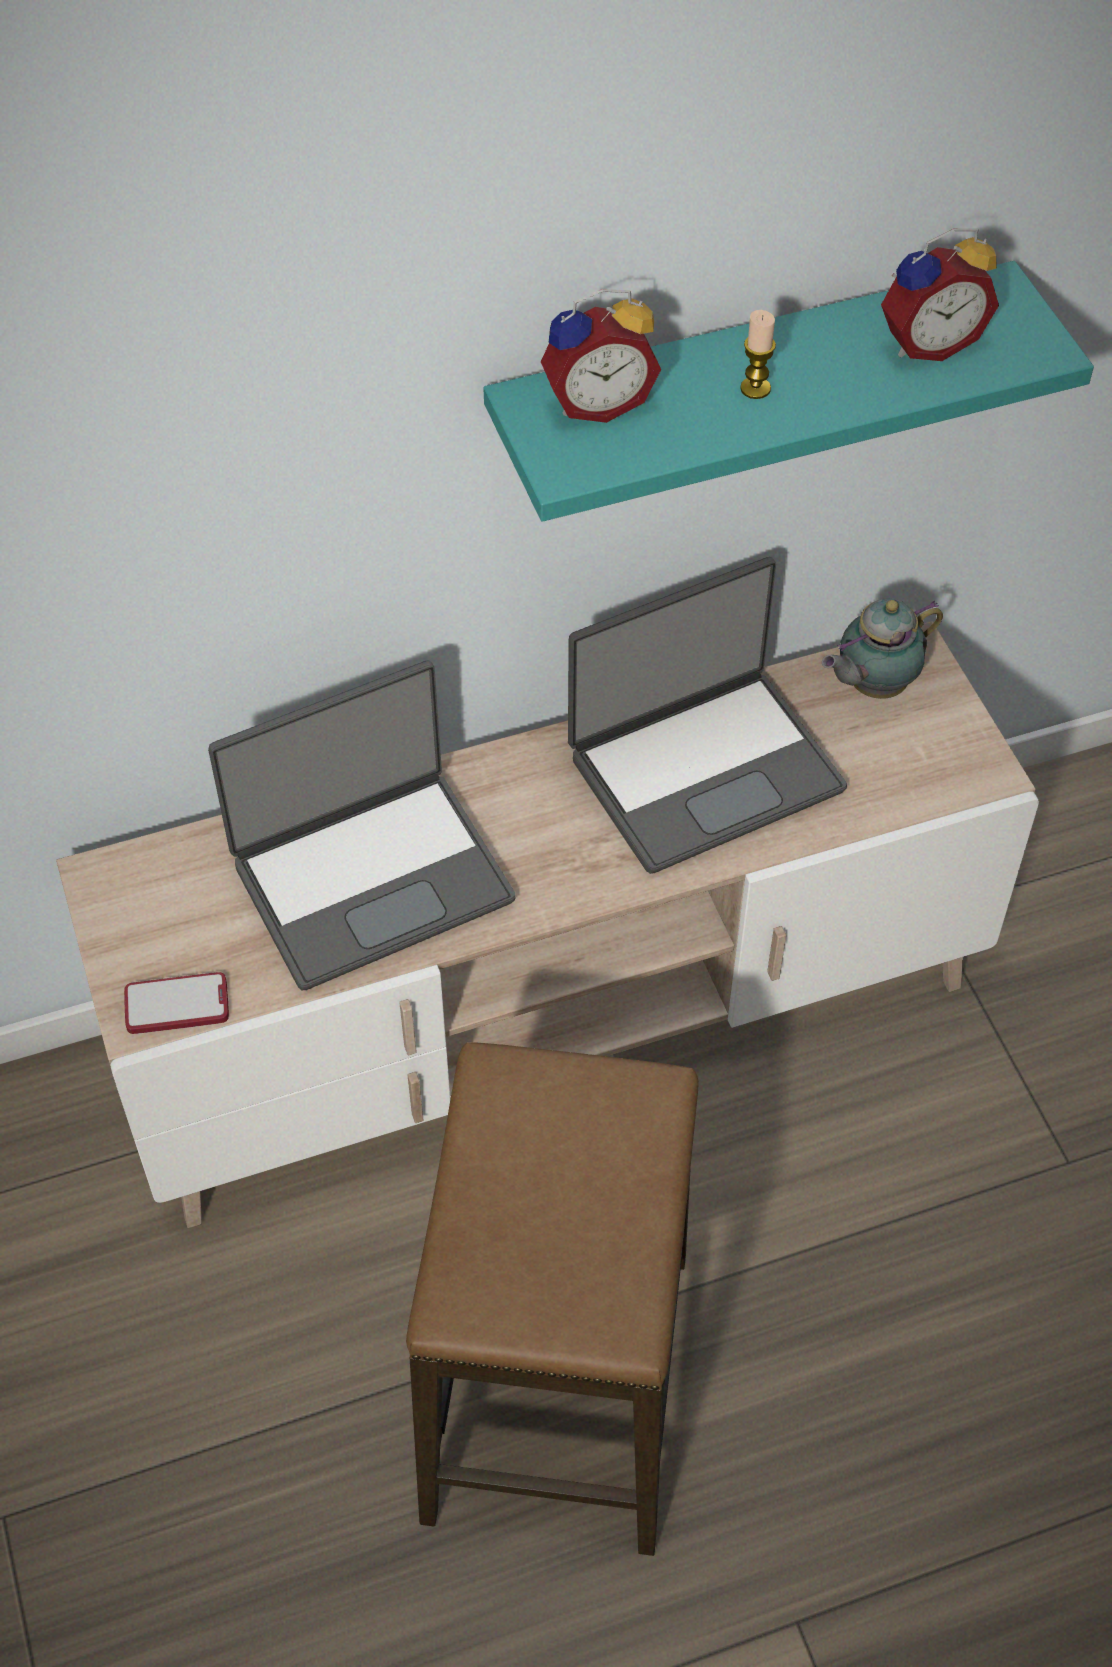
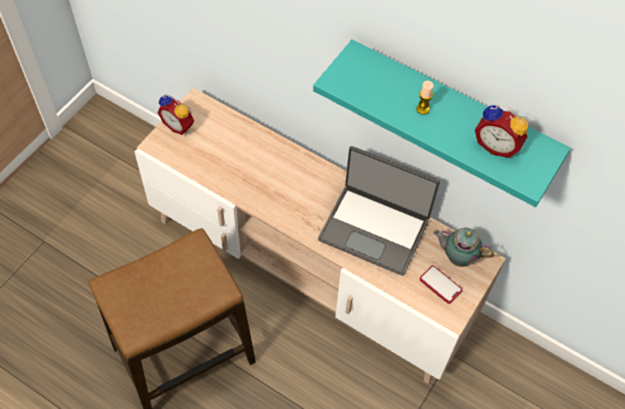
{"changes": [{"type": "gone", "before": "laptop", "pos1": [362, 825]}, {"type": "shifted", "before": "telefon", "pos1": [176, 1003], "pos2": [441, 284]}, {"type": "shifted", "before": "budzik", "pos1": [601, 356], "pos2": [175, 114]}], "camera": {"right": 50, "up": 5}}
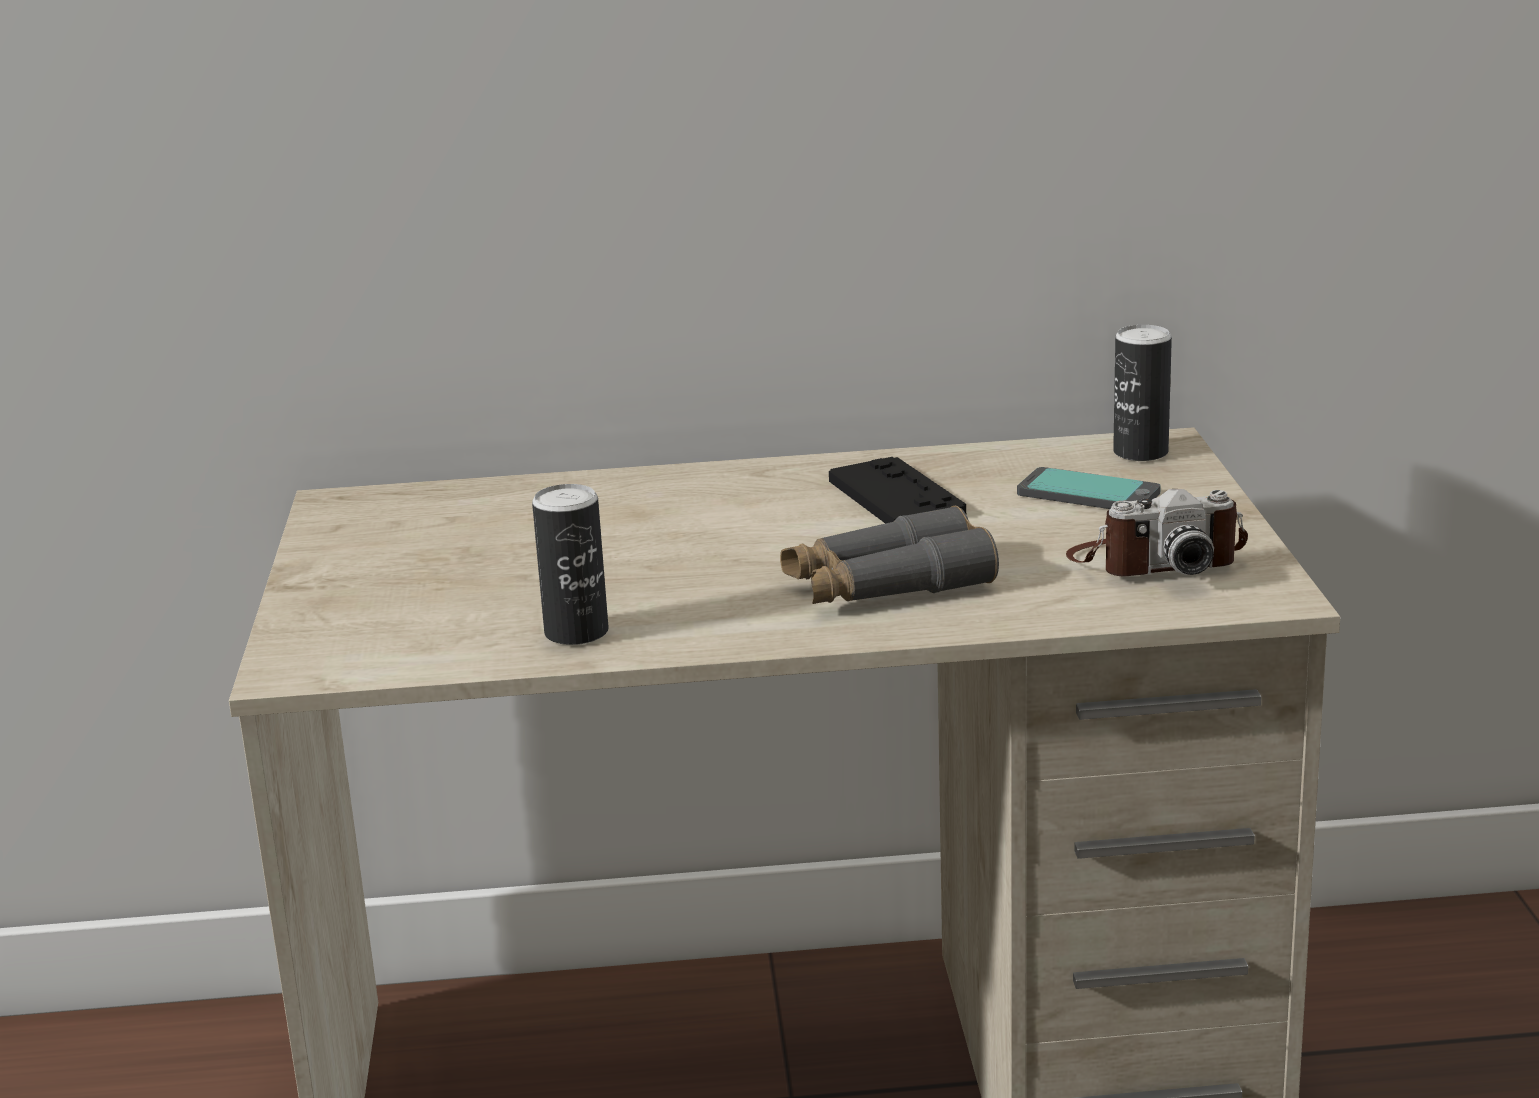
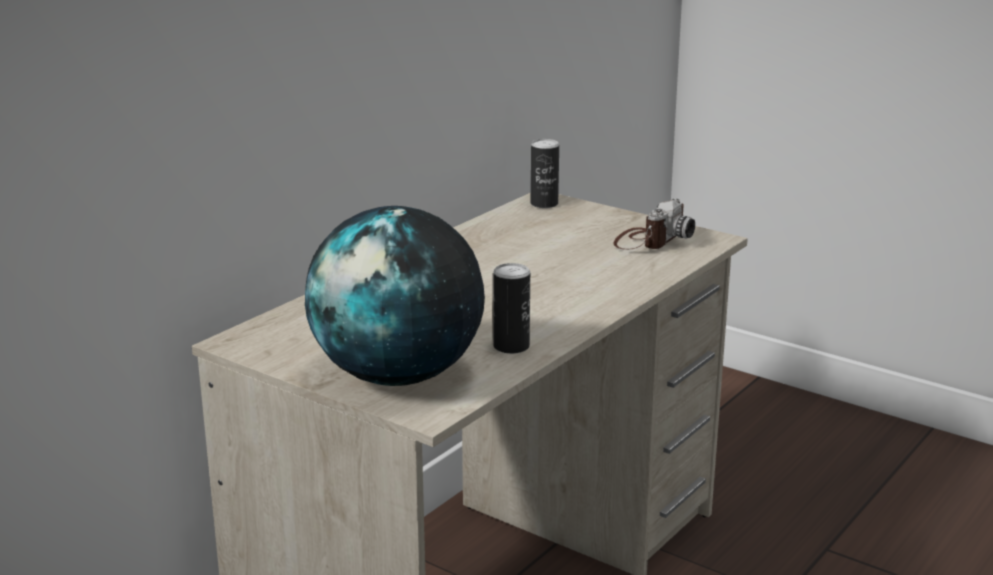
{"changes": [{"type": "gone", "before": "lornetka [szary]", "pos1": [889, 554]}, {"type": "gone", "before": "pad do gier [czarny]", "pos1": [897, 490]}, {"type": "gone", "before": "telefon", "pos1": [1089, 488]}, {"type": "new", "after": "globus", "pos2": [395, 296]}], "camera": {"right": -50, "up": 0}}
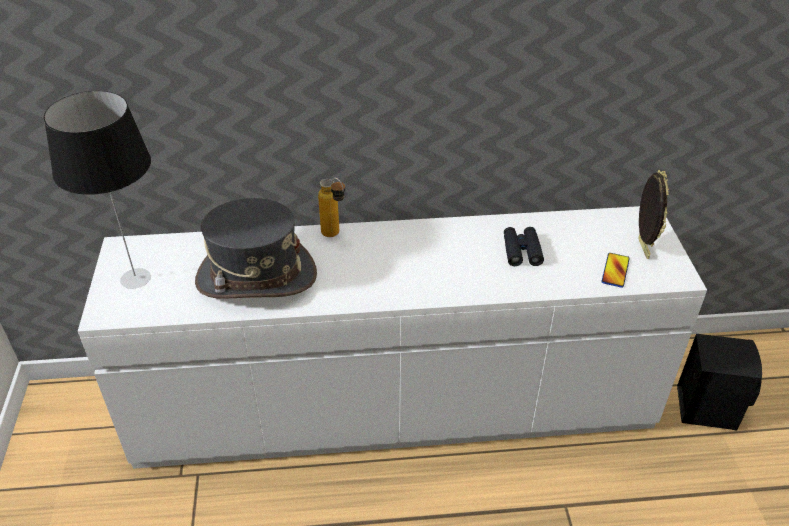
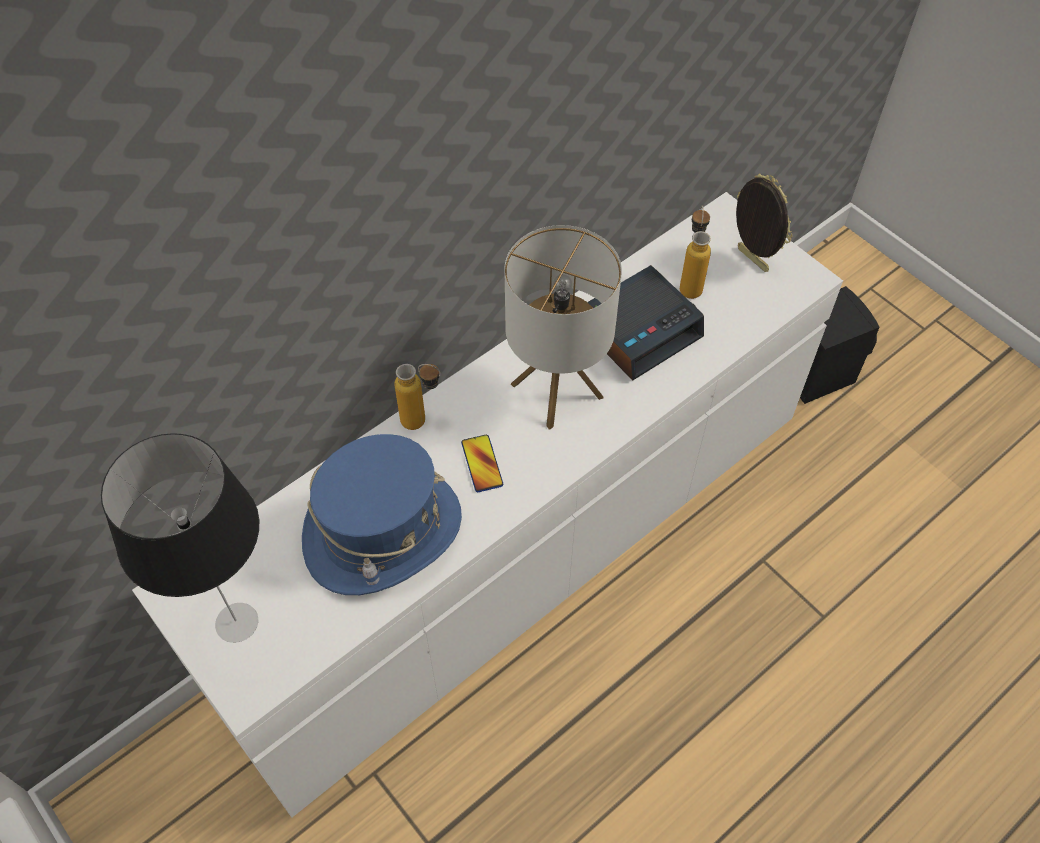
{"changes": [{"type": "new", "after": "lampa stołowa", "pos2": [563, 327]}, {"type": "new", "after": "butelka", "pos2": [695, 252]}, {"type": "shifted", "before": "telefon", "pos1": [615, 270], "pos2": [482, 463]}, {"type": "swapped", "before": "lornetka [czarny]", "after": "budzik", "pos1": [524, 246], "pos2": [646, 323]}, {"type": "repainted", "before": "kapelusz [szary]", "after": "kapelusz [niebieski]", "pos1": [256, 248], "pos2": [382, 514]}], "camera": {"right": -35, "up": 15}}
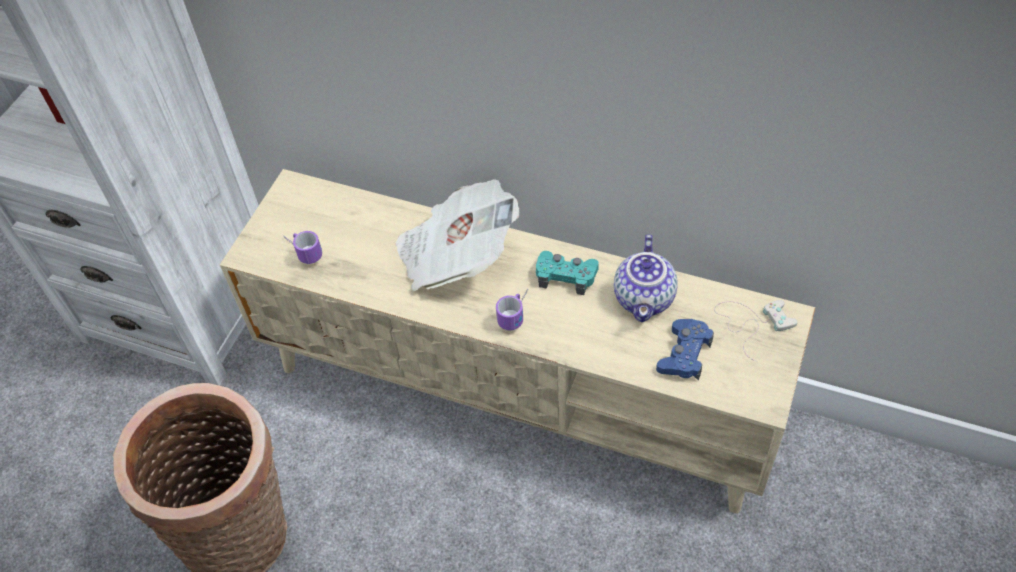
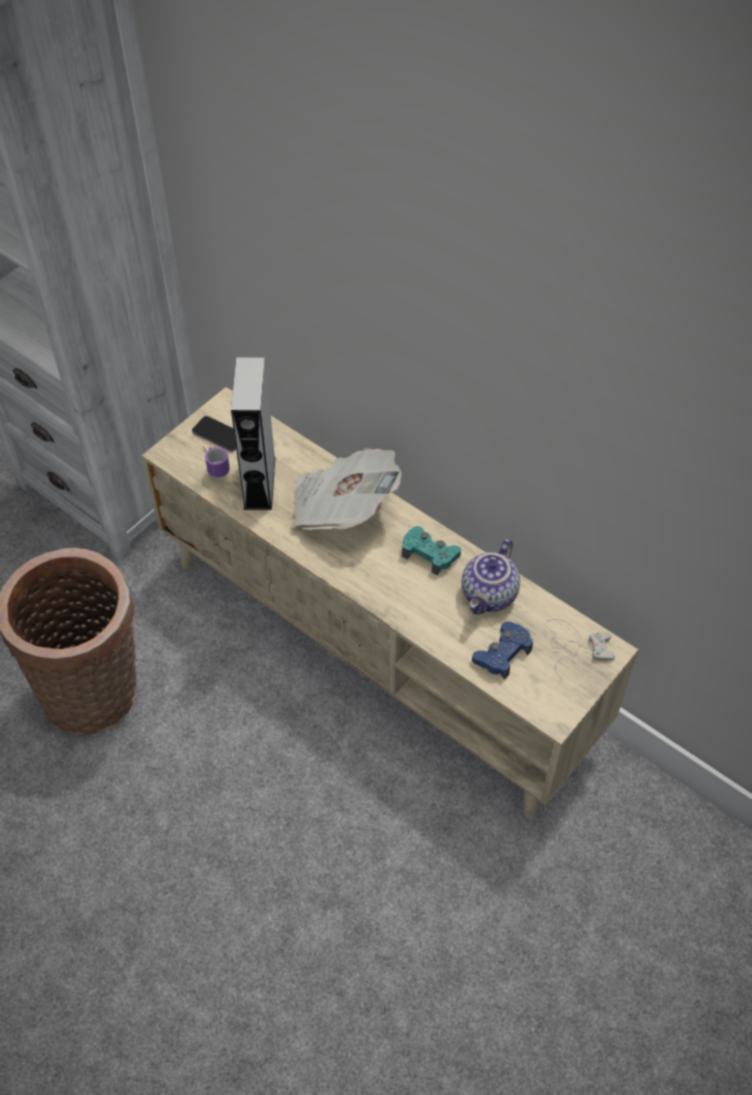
{"changes": [{"type": "gone", "before": "kubek", "pos1": [512, 309]}, {"type": "new", "after": "telefon", "pos2": [214, 434]}, {"type": "new", "after": "głośnik [szary]", "pos2": [253, 433]}], "camera": {"right": 15, "up": 0}}
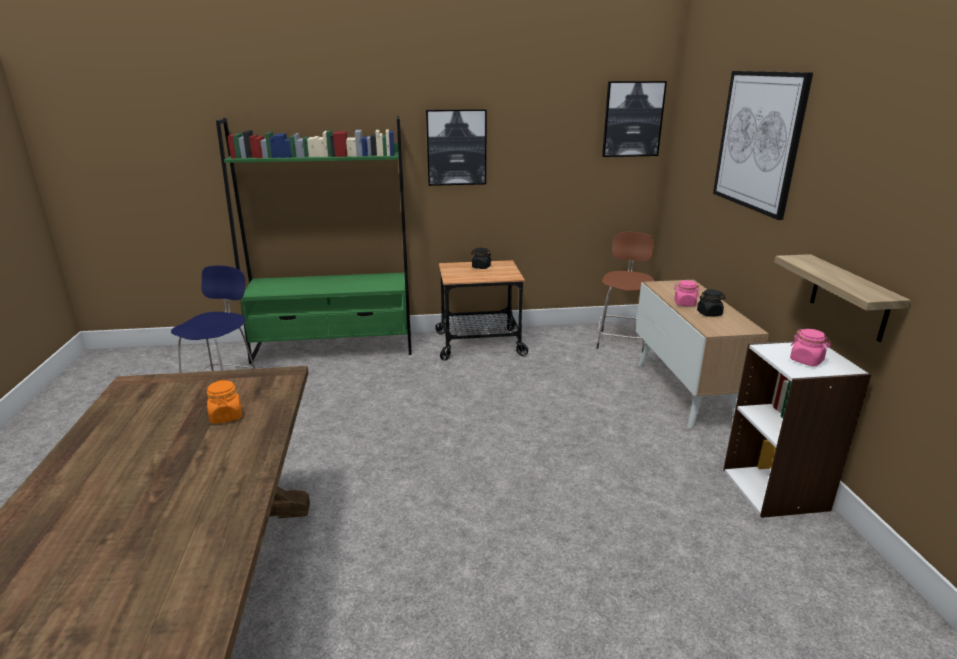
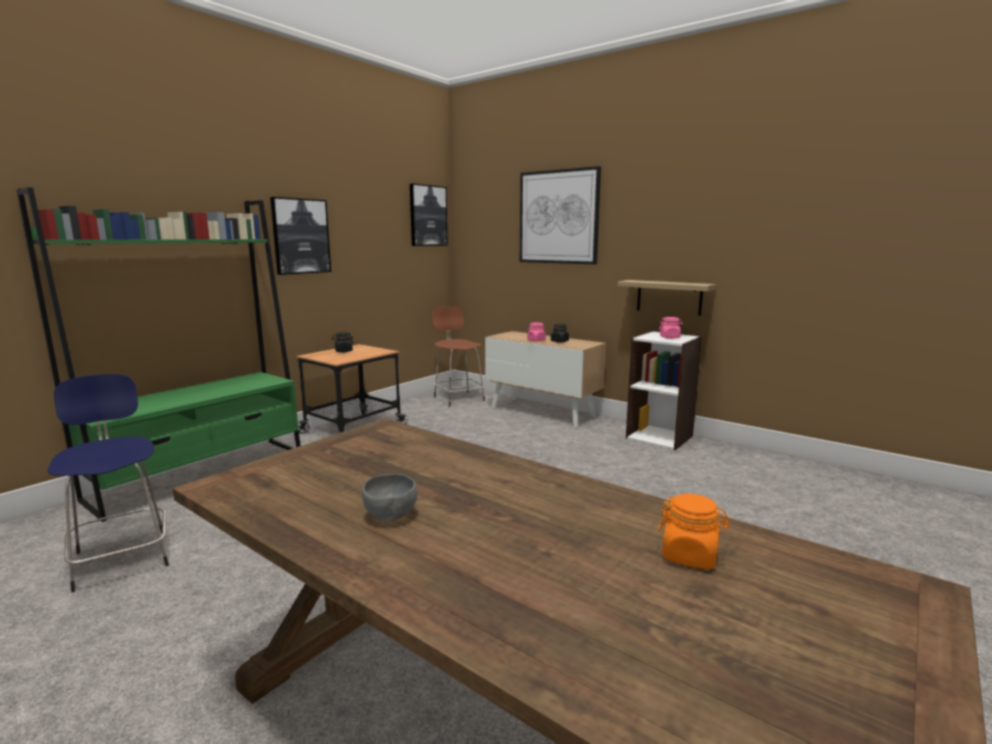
{"changes": [{"type": "new", "after": "miska [szary]", "pos2": [389, 497]}, {"type": "shifted", "before": "słoik [pomarańczowy]", "pos1": [224, 402], "pos2": [694, 531]}], "camera": {"right": -45, "up": -10}}
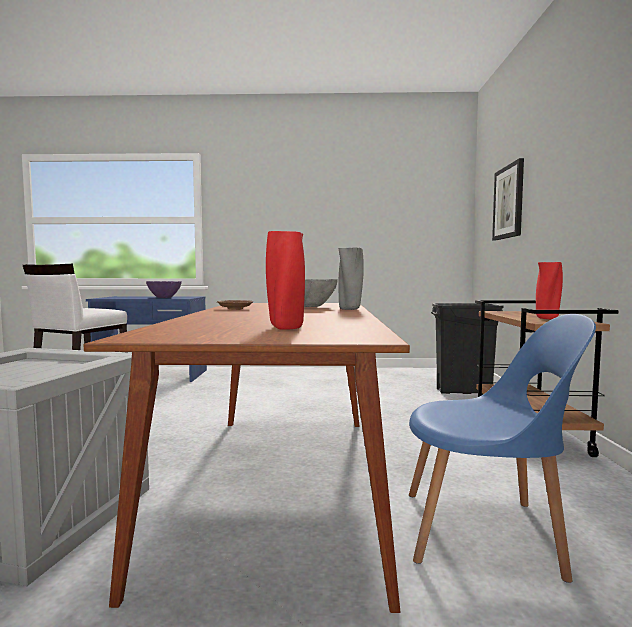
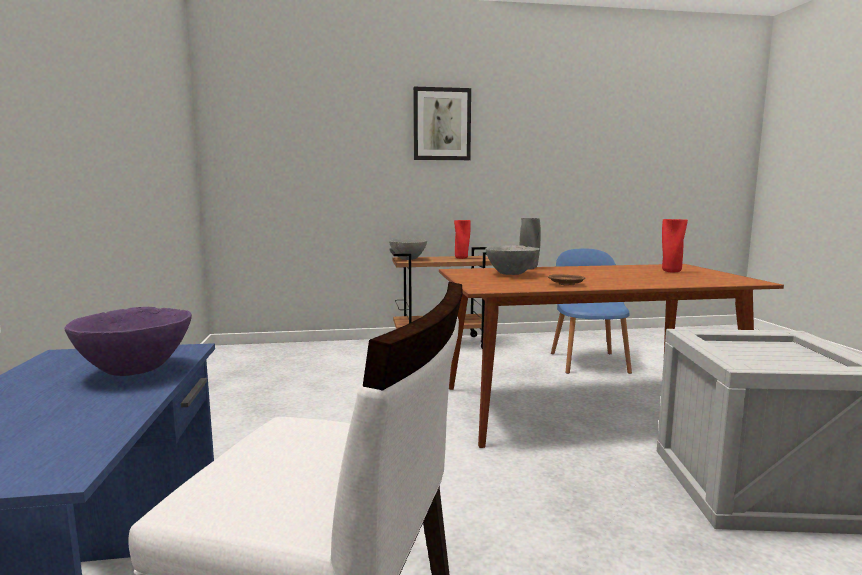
{"changes": [{"type": "gone", "before": "kosz na śmieci [czarny]", "pos1": [467, 348]}, {"type": "new", "after": "miska [szary]", "pos2": [408, 249]}, {"type": "shifted", "before": "obraz", "pos1": [508, 199], "pos2": [442, 123]}], "camera": {"right": -100, "up": 5}}
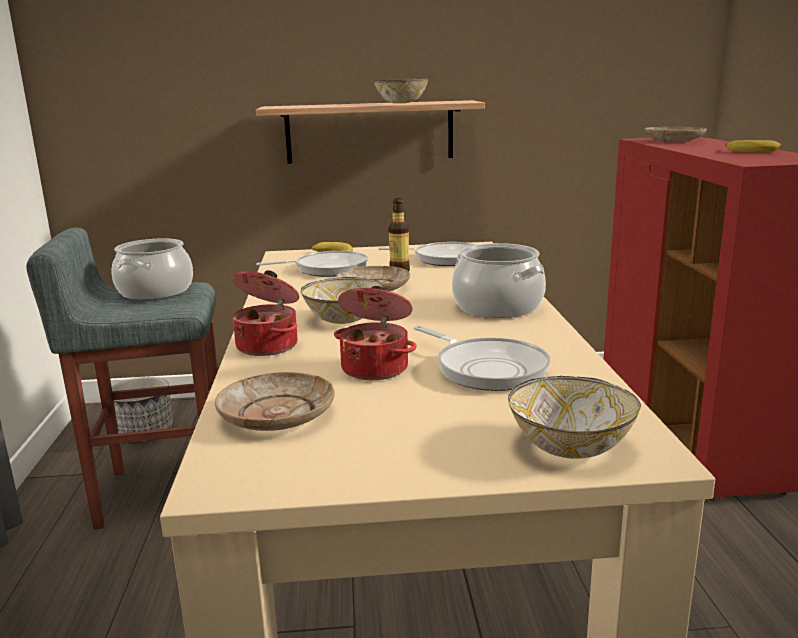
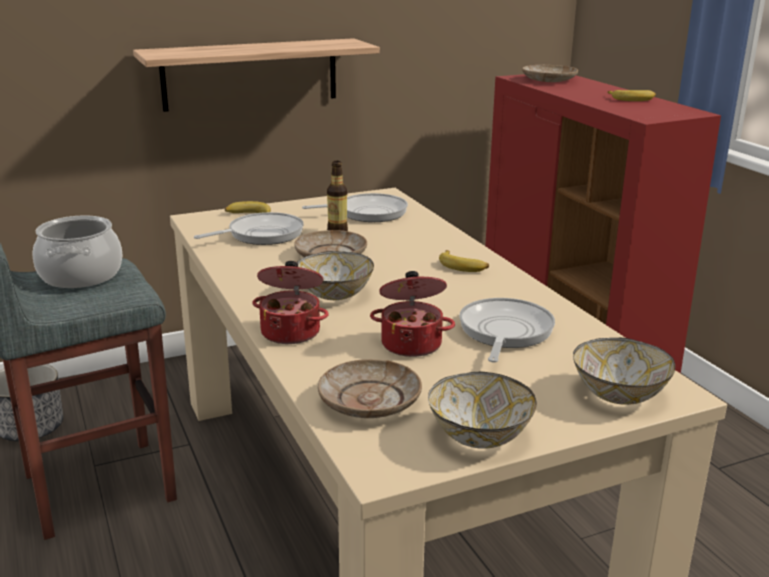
{"changes": [{"type": "shifted", "before": "miska", "pos1": [401, 90], "pos2": [482, 410]}, {"type": "swapped", "before": "garnek", "after": "banan", "pos1": [499, 280], "pos2": [464, 261]}, {"type": "rotated", "before": "patelnia", "pos1": [481, 358], "pos2": [507, 330], "turn": -105}], "camera": {"right": -20, "up": 5}}
